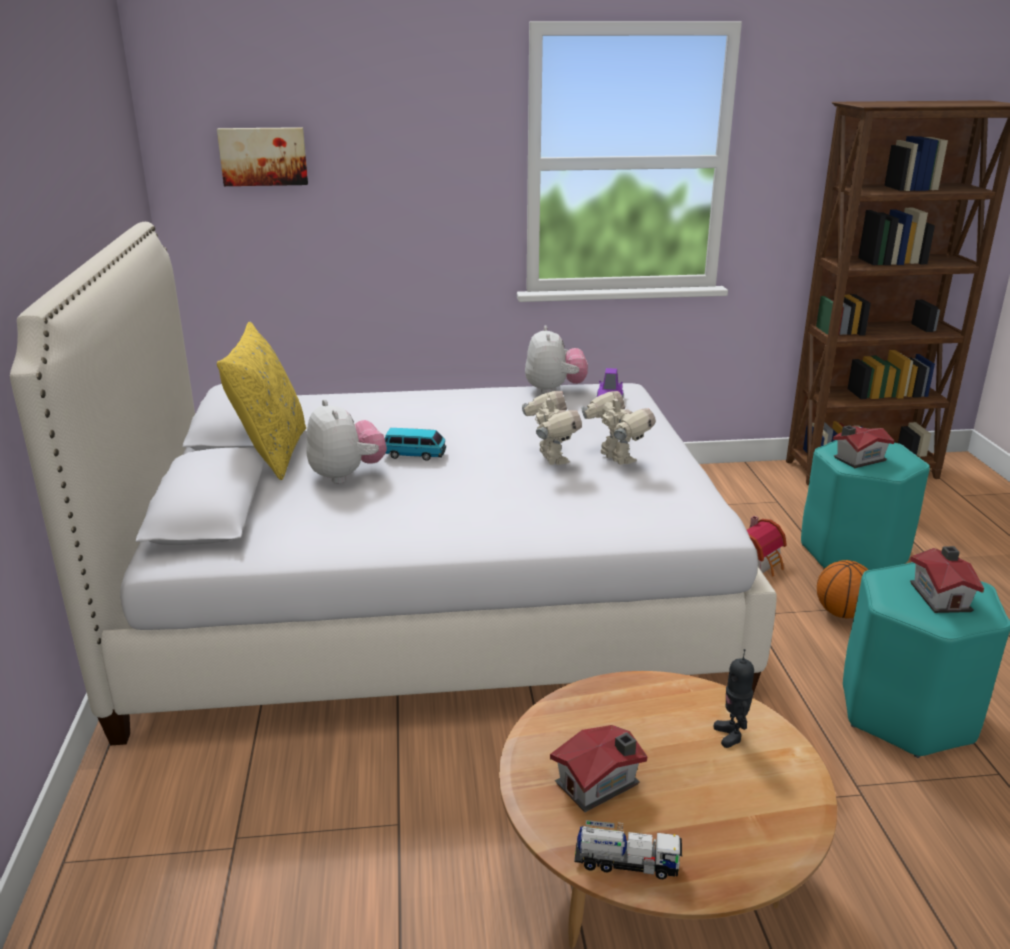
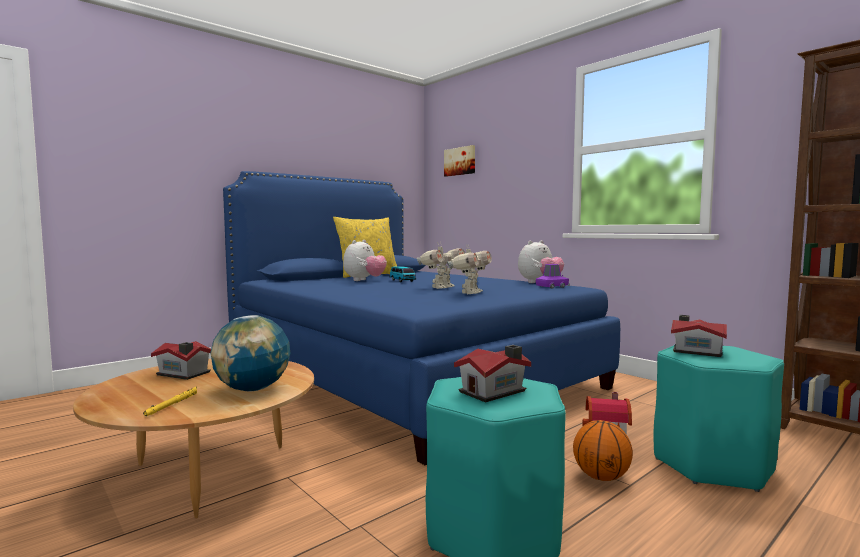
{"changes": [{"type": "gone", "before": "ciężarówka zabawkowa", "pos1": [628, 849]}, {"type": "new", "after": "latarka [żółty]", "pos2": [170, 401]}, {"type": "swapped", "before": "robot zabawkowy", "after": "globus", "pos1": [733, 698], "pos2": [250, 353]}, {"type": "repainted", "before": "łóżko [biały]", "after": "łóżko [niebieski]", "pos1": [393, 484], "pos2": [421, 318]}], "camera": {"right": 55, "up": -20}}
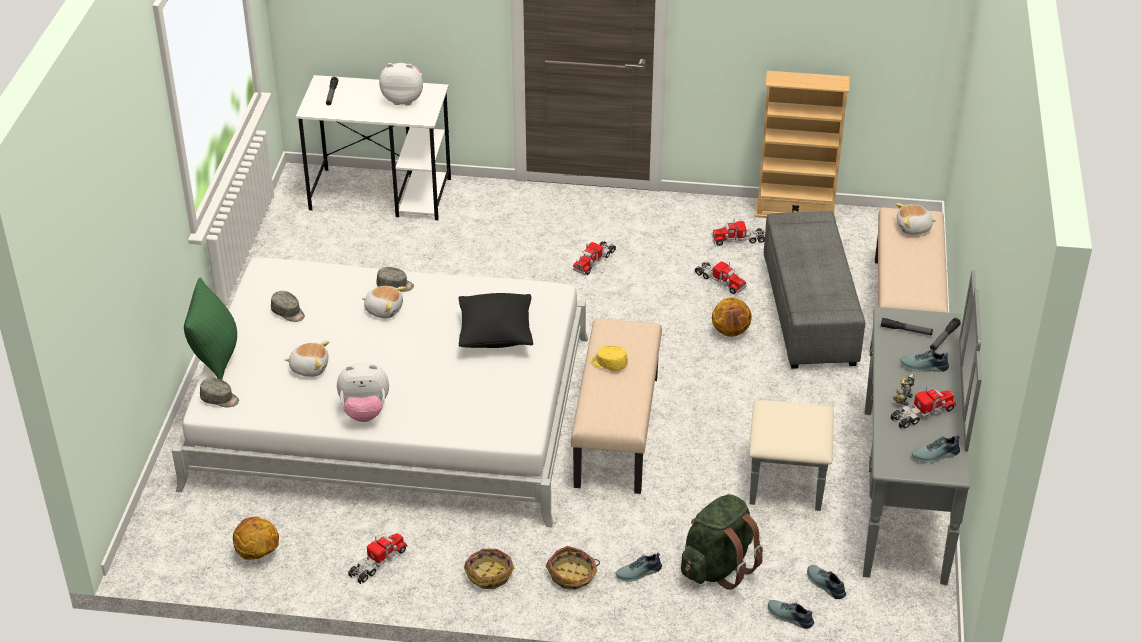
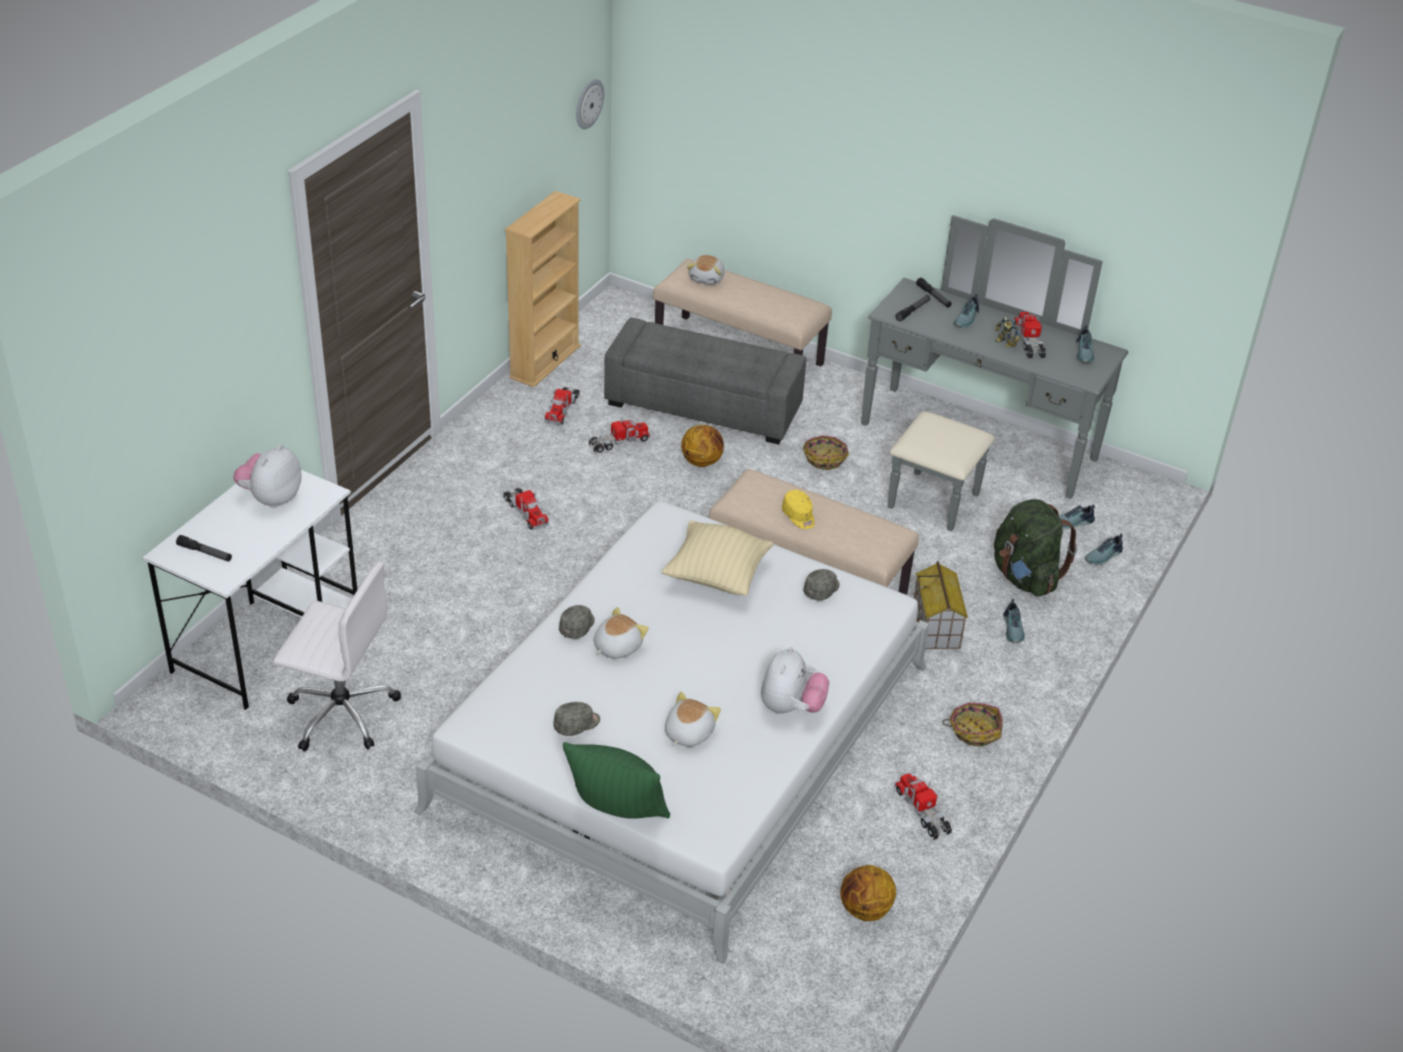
{"changes": [{"type": "new", "after": "krzesło biurowe [biały]", "pos2": [337, 656]}, {"type": "new", "after": "zegar ścienny", "pos2": [590, 104]}, {"type": "new", "after": "domek", "pos2": [941, 605]}, {"type": "shifted", "before": "czapka z daszkiem [szary]", "pos1": [219, 392], "pos2": [821, 584]}, {"type": "shifted", "before": "koszyk", "pos1": [573, 568], "pos2": [826, 452]}, {"type": "repainted", "before": "poduszka [czarny]", "after": "poduszka [beżowy]", "pos1": [495, 320], "pos2": [717, 558]}, {"type": "rotated", "before": "czapka z daszkiem [żółty]", "pos1": [609, 358], "pos2": [798, 509], "turn": -75}], "camera": {"right": -70, "up": 0}}
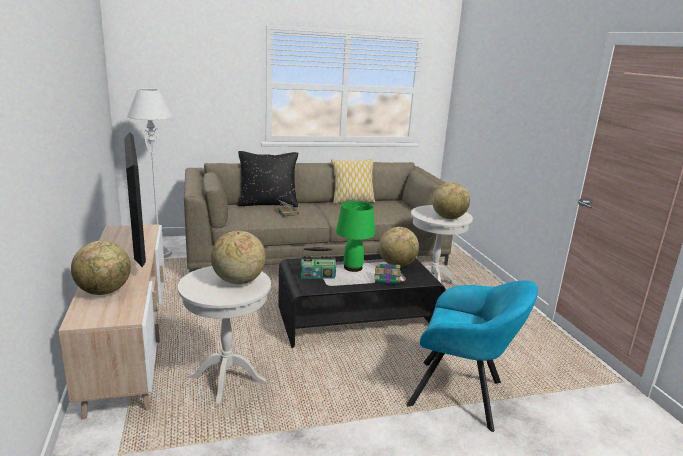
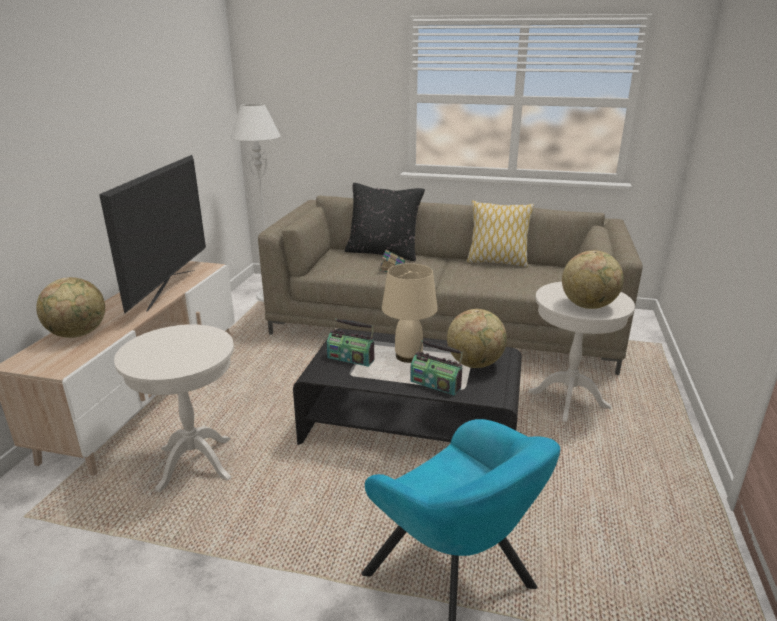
{"changes": [{"type": "gone", "before": "globus", "pos1": [238, 257]}, {"type": "swapped", "before": "książka", "after": "radio", "pos1": [389, 274], "pos2": [437, 368]}, {"type": "repainted", "before": "lampa stołowa [zielony]", "after": "lampa stołowa [beżowy]", "pos1": [355, 236], "pos2": [410, 313]}], "camera": {"right": 30, "up": 5}}
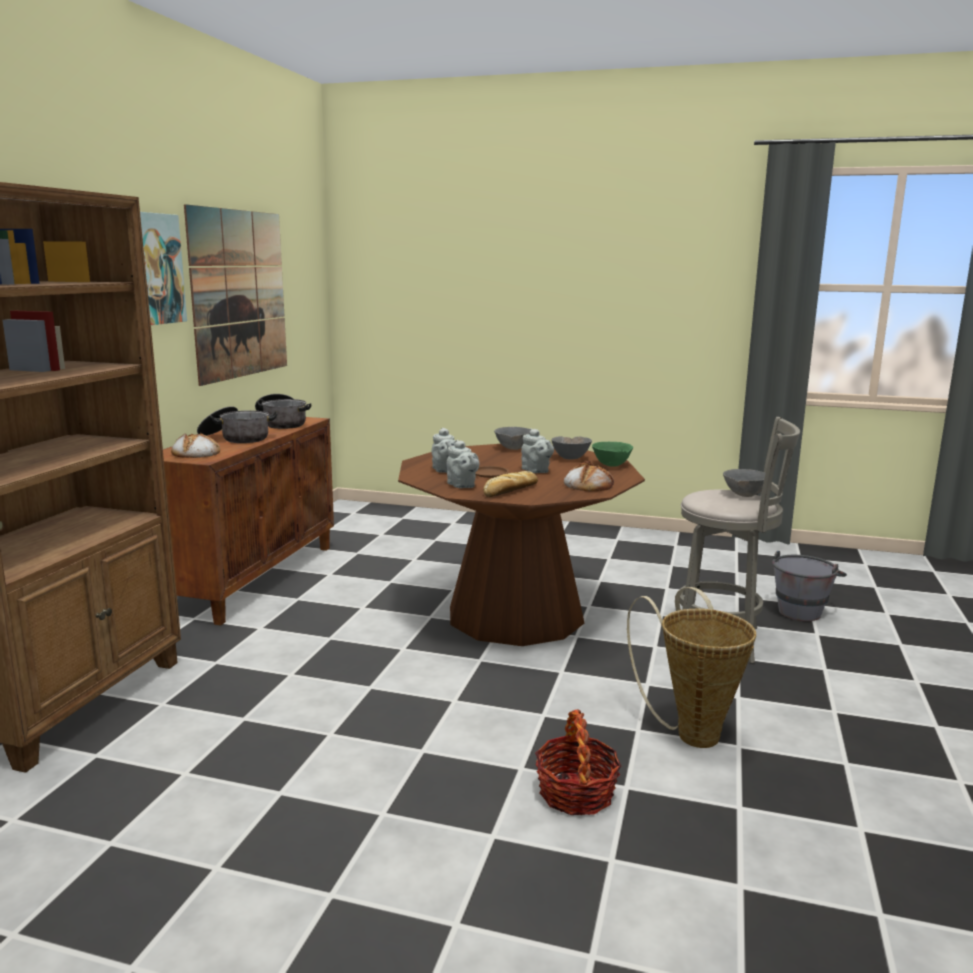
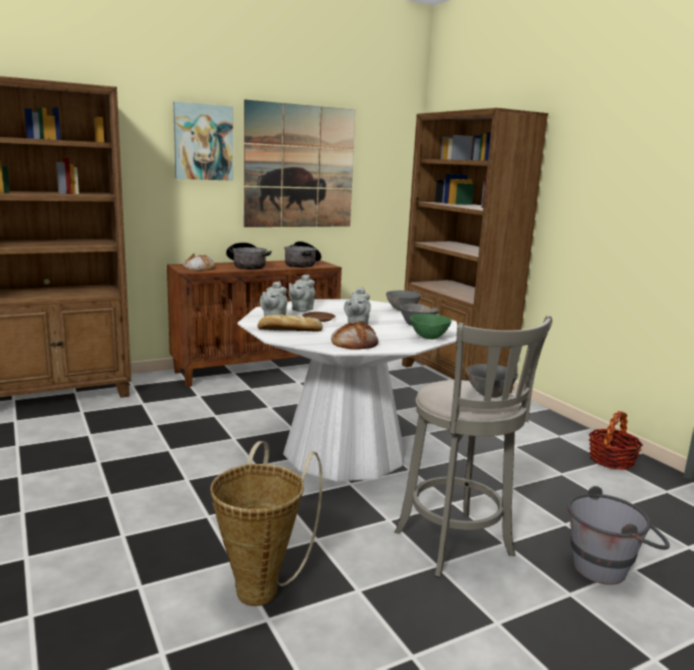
{"changes": [{"type": "new", "after": "regał [brązowy]", "pos2": [475, 250]}, {"type": "shifted", "before": "koszyk", "pos1": [578, 762], "pos2": [615, 440]}, {"type": "repainted", "before": "stół jadalny [brązowy]", "after": "stół jadalny [biały]", "pos1": [521, 545], "pos2": [347, 390]}], "camera": {"right": 45, "up": 0}}
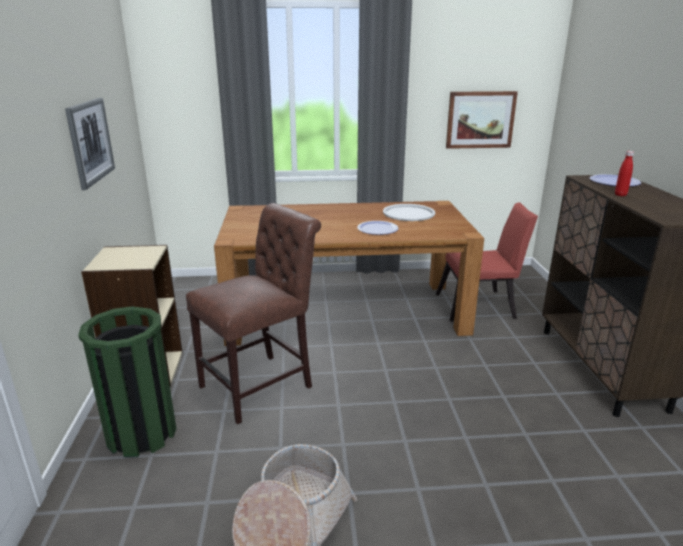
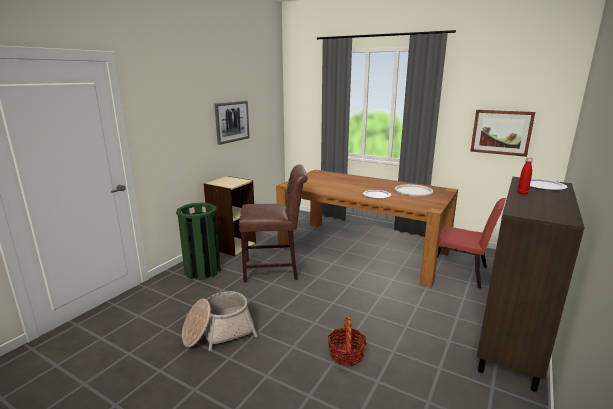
{"changes": [{"type": "new", "after": "koszyk", "pos2": [347, 341]}], "camera": {"right": 35, "up": -5}}
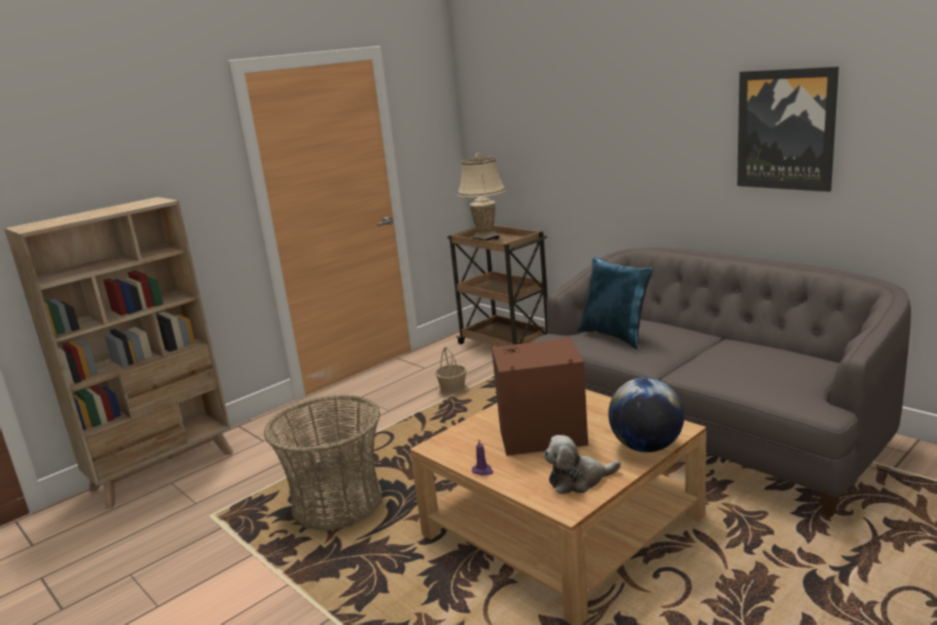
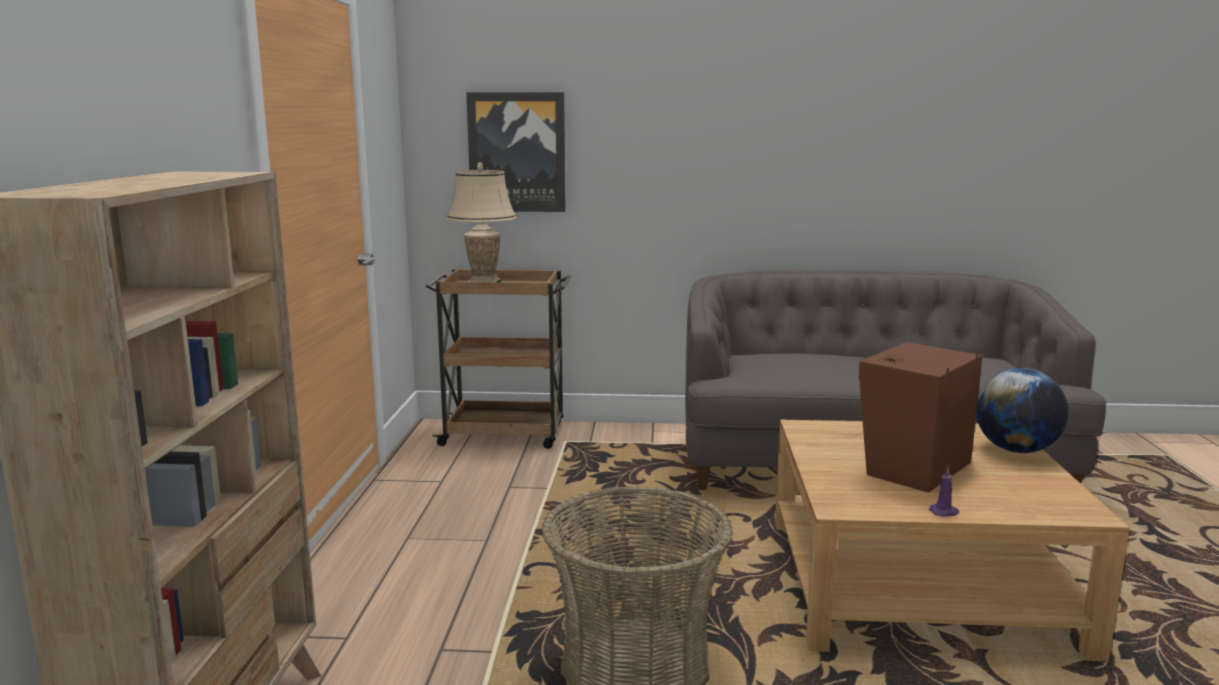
{"changes": [{"type": "gone", "before": "koszyk", "pos1": [451, 370]}, {"type": "gone", "before": "pluszak", "pos1": [582, 464]}, {"type": "gone", "before": "poduszka [niebieski]", "pos1": [615, 303]}, {"type": "shifted", "before": "obraz", "pos1": [788, 129], "pos2": [516, 152]}], "camera": {"right": -45, "up": -5}}
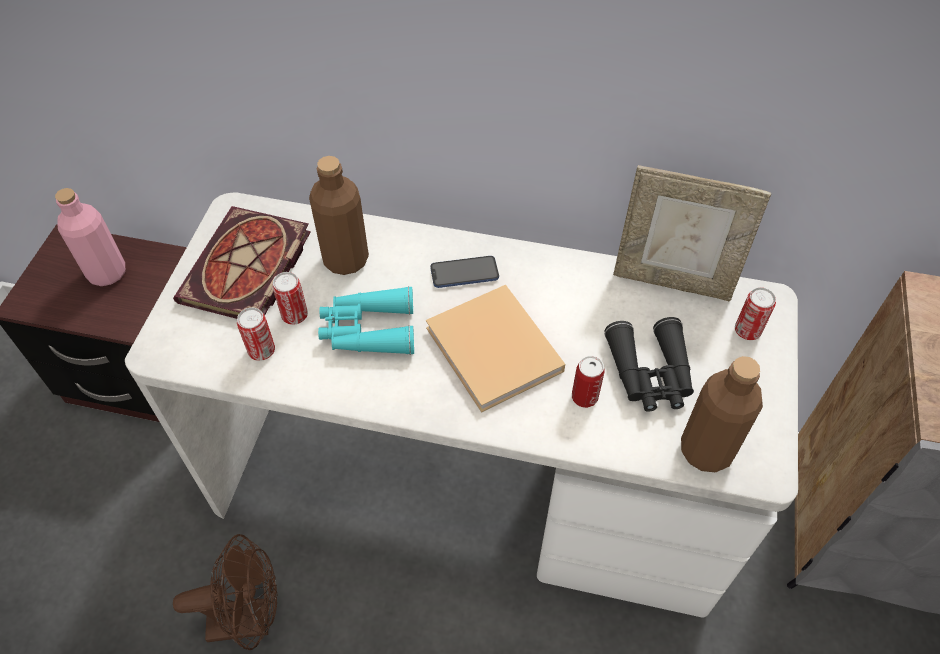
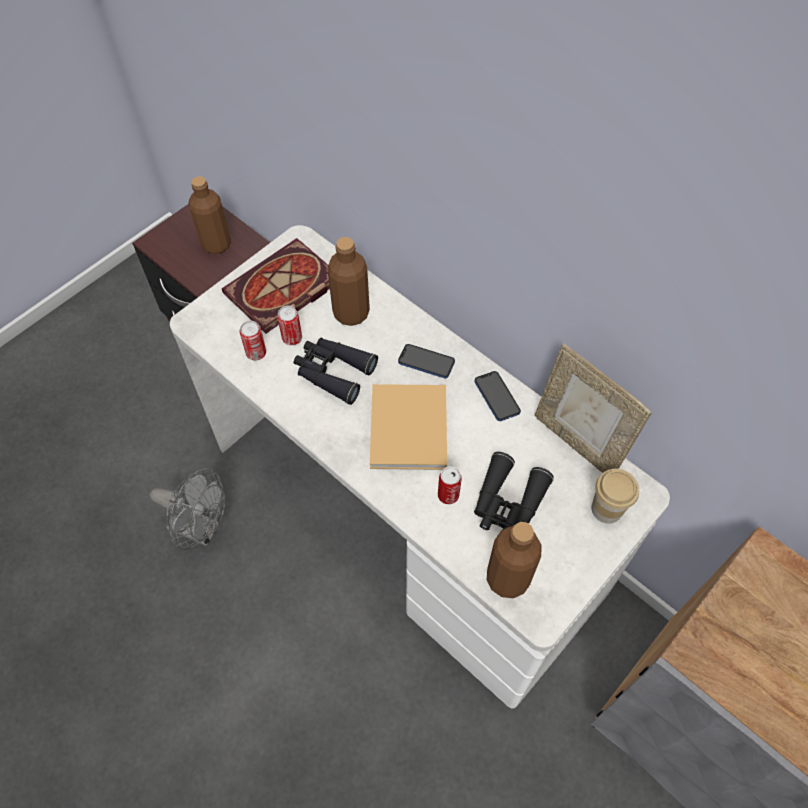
{"changes": [{"type": "new", "after": "telefon", "pos2": [497, 396]}, {"type": "swapped", "before": "puszka", "after": "filiżanka", "pos1": [755, 313], "pos2": [615, 496]}, {"type": "repainted", "before": "butelka [różowy]", "after": "butelka [brązowy]", "pos1": [90, 237], "pos2": [210, 215]}, {"type": "repainted", "before": "wentylator [brązowy]", "after": "wentylator [szary]", "pos1": [225, 592], "pos2": [188, 509]}, {"type": "repainted", "before": "lornetka [turkusowy]", "after": "lornetka [czarny]", "pos1": [366, 320], "pos2": [336, 371]}], "camera": {"right": 30, "up": 5}}
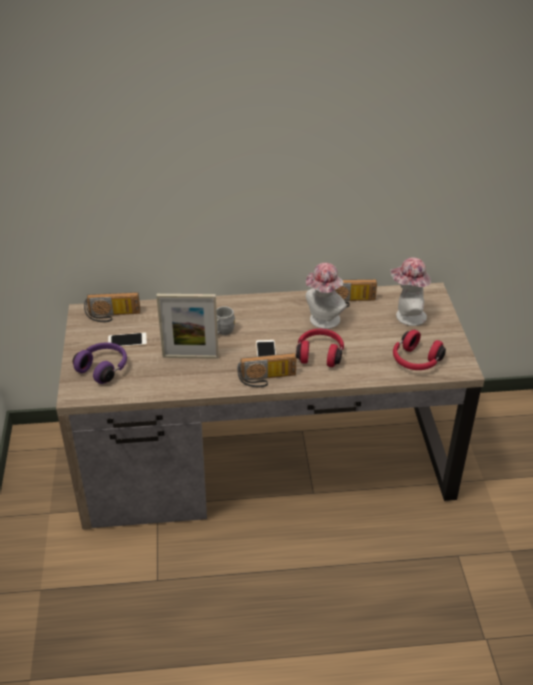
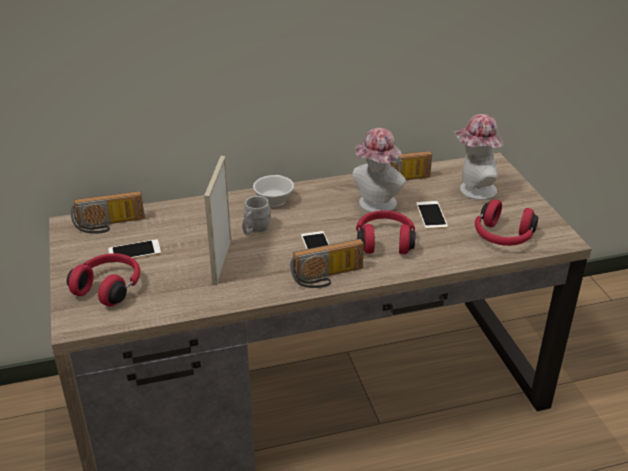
{"changes": [{"type": "new", "after": "filiżanka [biały]", "pos2": [273, 191]}, {"type": "new", "after": "telefon", "pos2": [432, 215]}, {"type": "repainted", "before": "słuchawki [fioletowy]", "after": "słuchawki [czerwony]", "pos1": [100, 363], "pos2": [103, 279]}, {"type": "rotated", "before": "ramka na zdjęcie", "pos1": [187, 326], "pos2": [217, 220], "turn": 105}], "camera": {"right": -10, "up": -5}}
